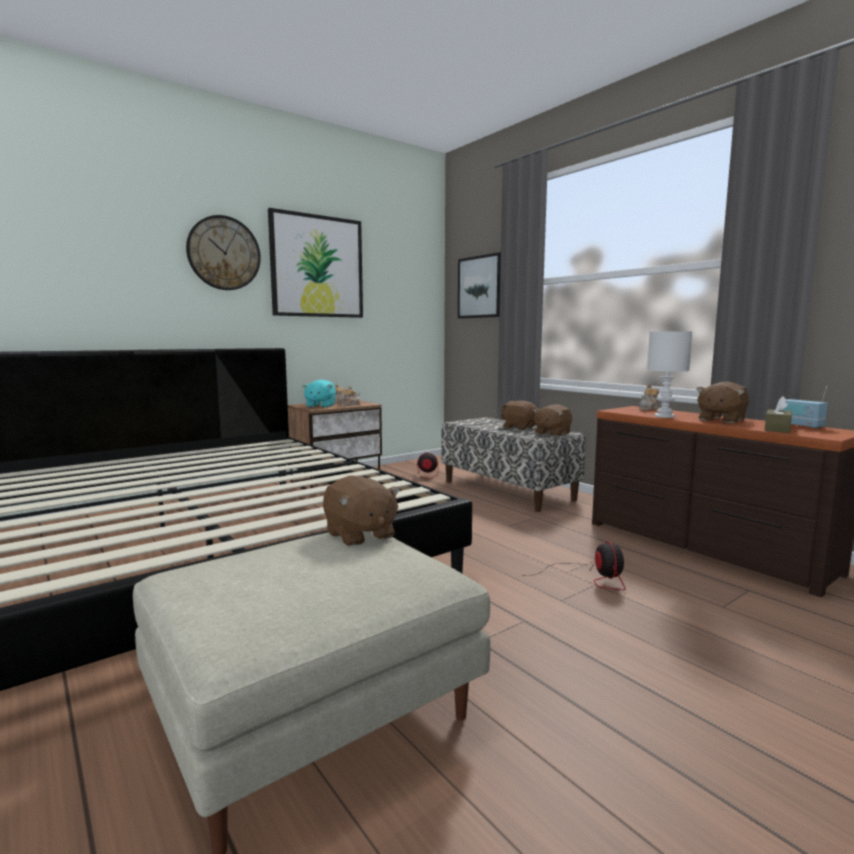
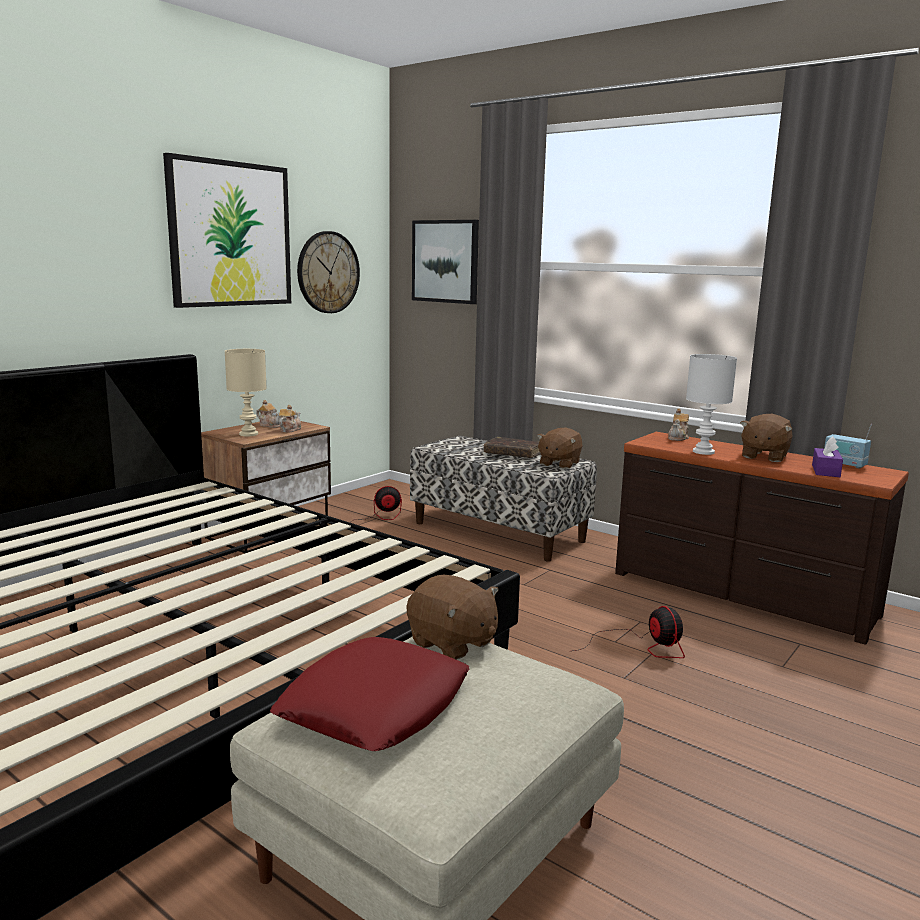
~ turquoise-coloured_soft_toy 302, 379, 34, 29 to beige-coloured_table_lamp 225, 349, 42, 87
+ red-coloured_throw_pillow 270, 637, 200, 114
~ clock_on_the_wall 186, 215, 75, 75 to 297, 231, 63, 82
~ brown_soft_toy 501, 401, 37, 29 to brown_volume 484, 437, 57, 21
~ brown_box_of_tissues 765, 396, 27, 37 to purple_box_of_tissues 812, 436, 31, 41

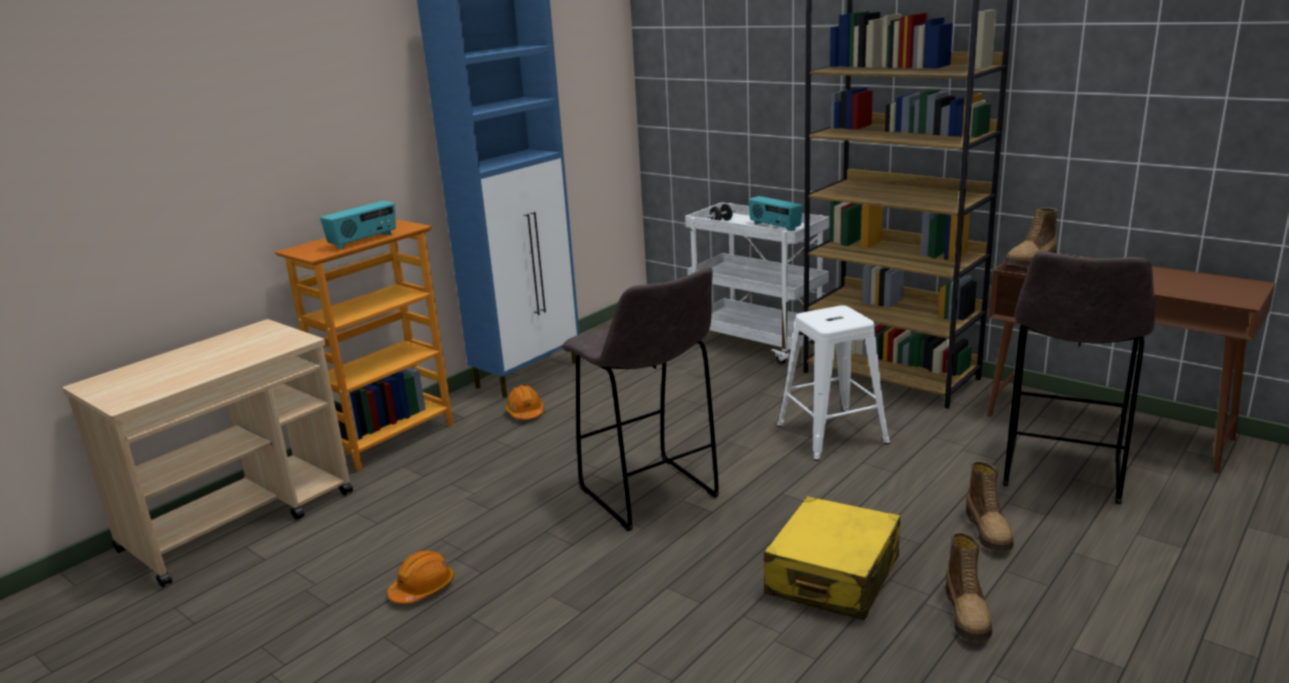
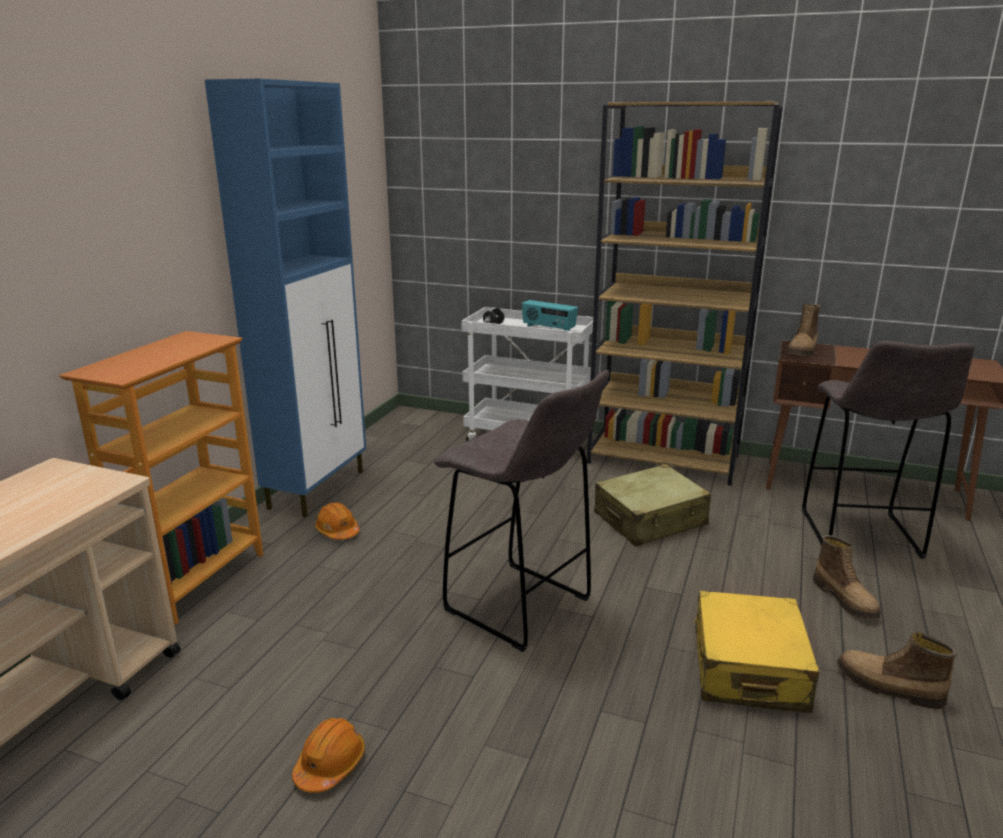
~ whitish_stool_seat 777, 305, 113, 156 to beige-coloured_travel_case 594, 464, 117, 82
~ boot 945, 531, 47, 111 = 837, 632, 119, 77 135 degrees clockwise
- radio 320, 201, 76, 48

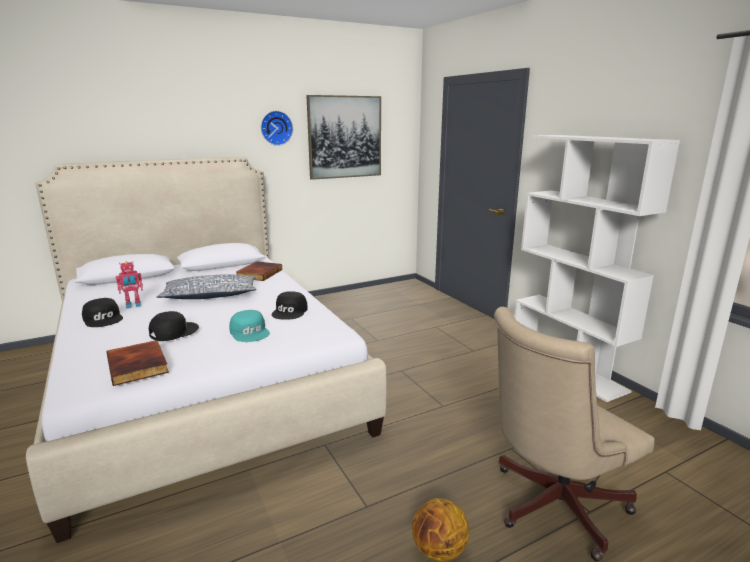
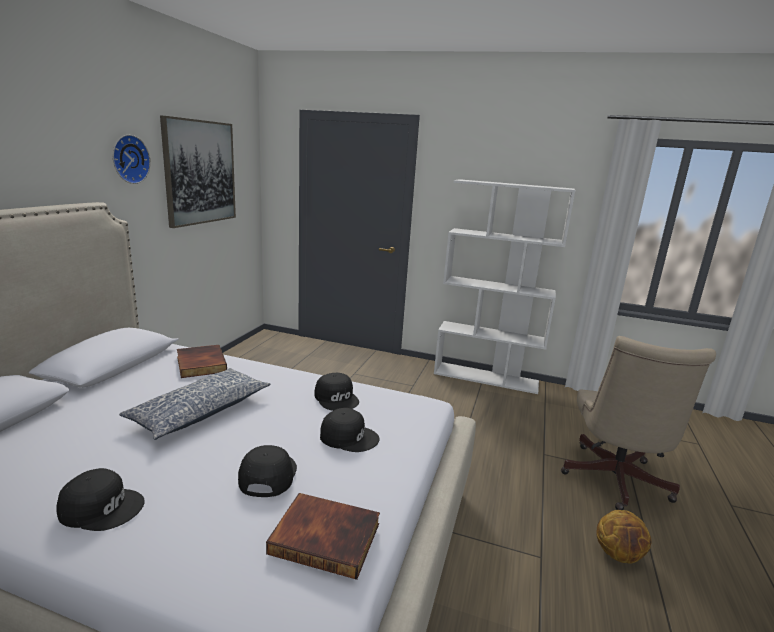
~ turquoise-coloured_baseball_cap 229, 310, 41, 32 to black_baseball_cap 320, 408, 60, 44
- robot_figure 116, 261, 27, 48

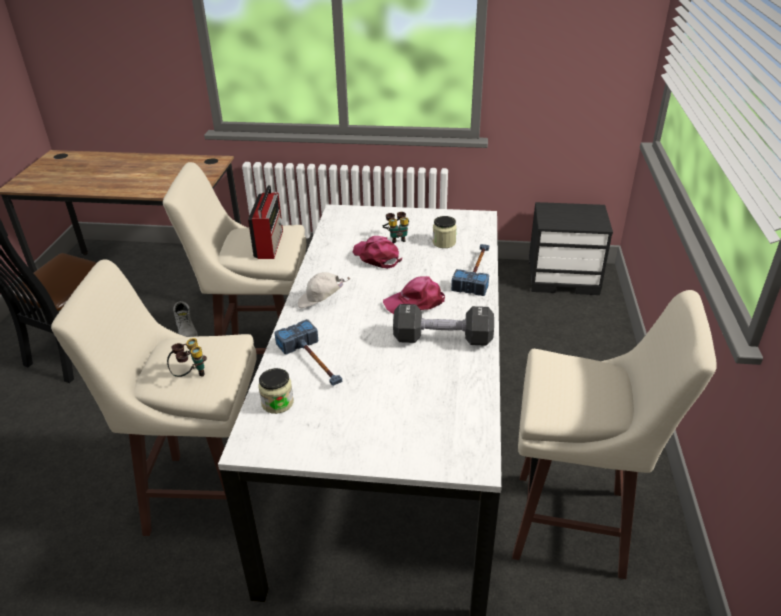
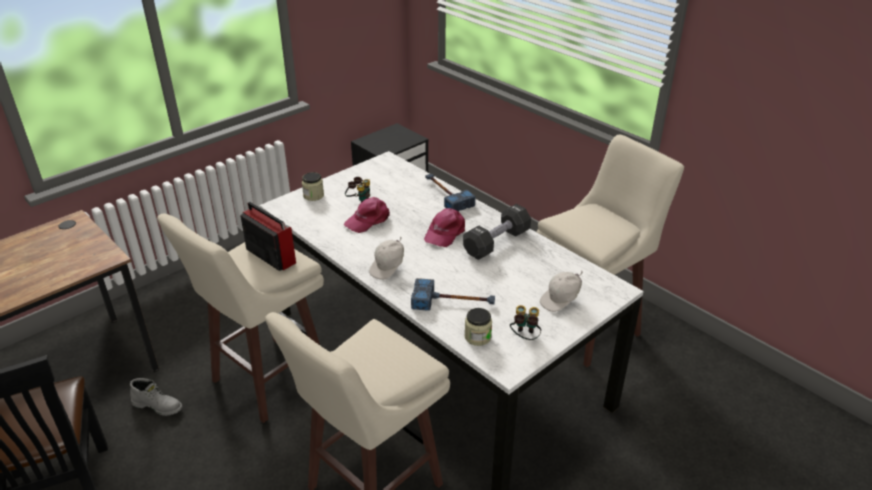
~ jar 433, 216, 24, 32 to 302, 172, 22, 29
~ pinkish_baseball_cap 353, 236, 50, 33 = 343, 197, 47, 36 45 degrees counterclockwise
~ field_glasses 167, 338, 40, 39 to 510, 305, 31, 35
+ whitish_baseball_cap 540, 271, 43, 41

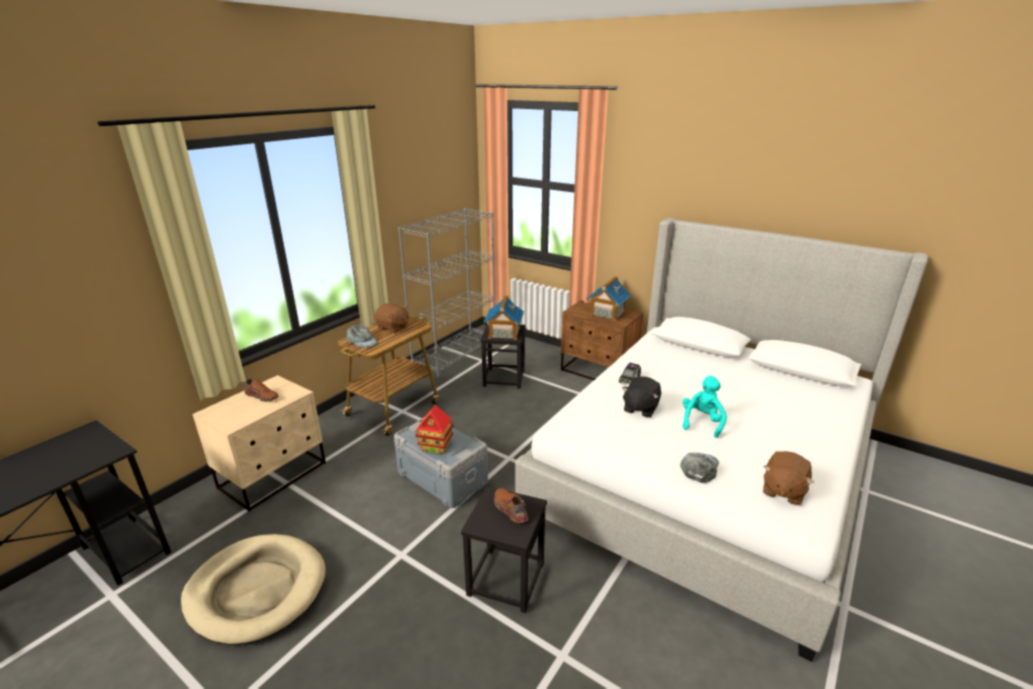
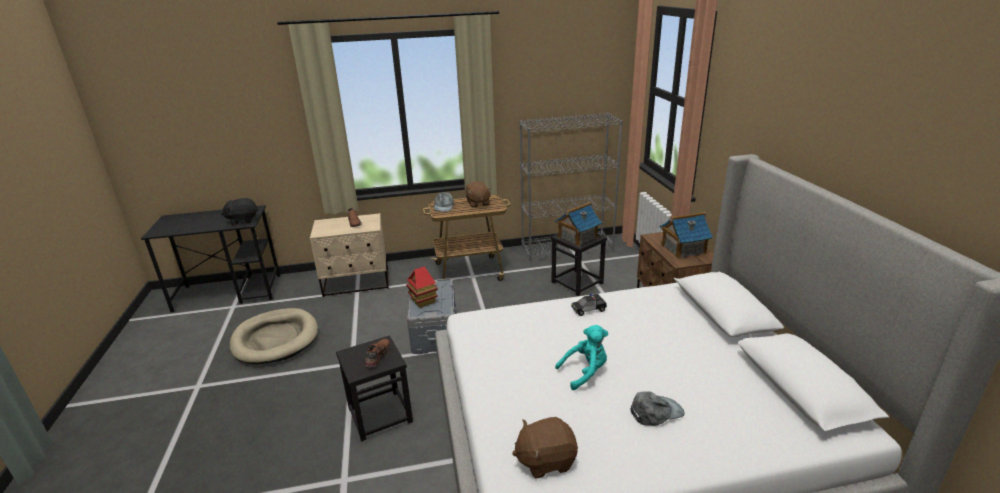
~ black_soft_toy 622, 377, 39, 41 to 221, 198, 37, 27
~ greyish_baseball_cap 680, 453, 39, 30 to 630, 391, 55, 35

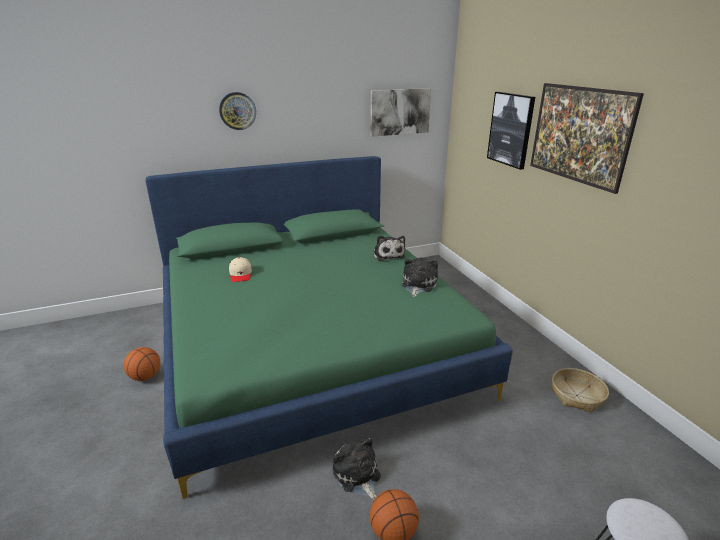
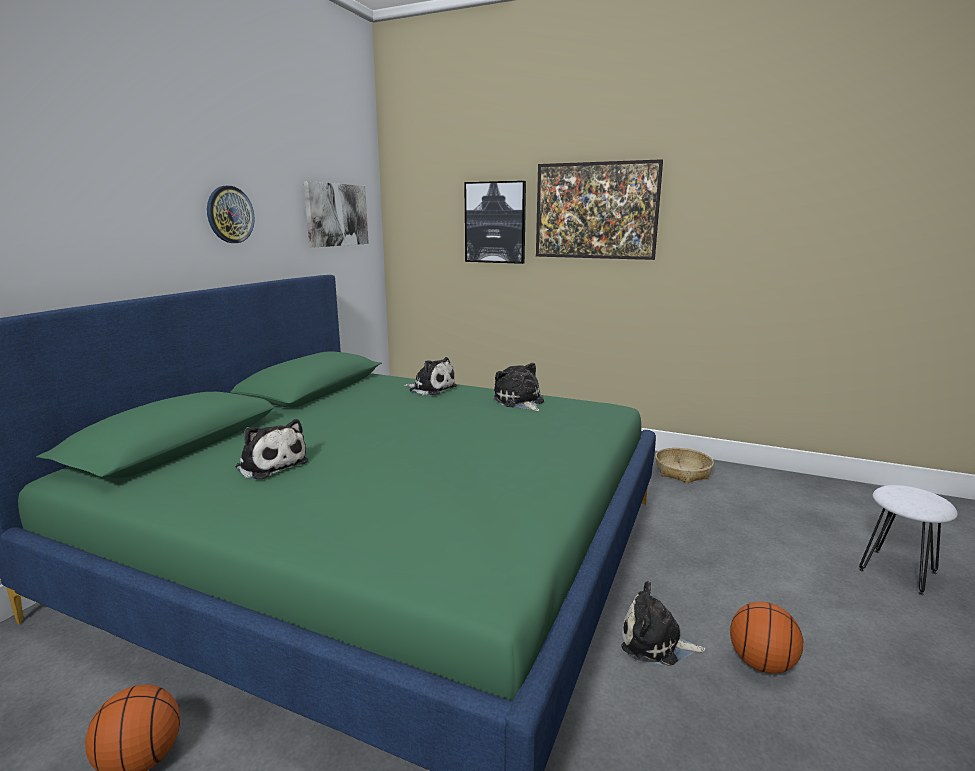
~ clock_on_the_wall 219, 92, 37, 38 to 207, 186, 48, 57
~ beige-coloured_baseball_cap 229, 257, 23, 25 to soft_toy 235, 419, 73, 61

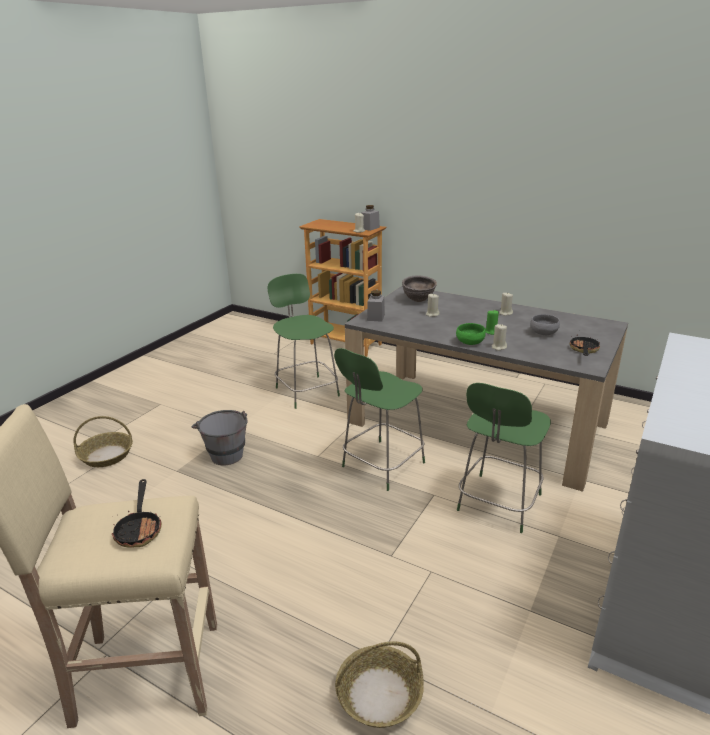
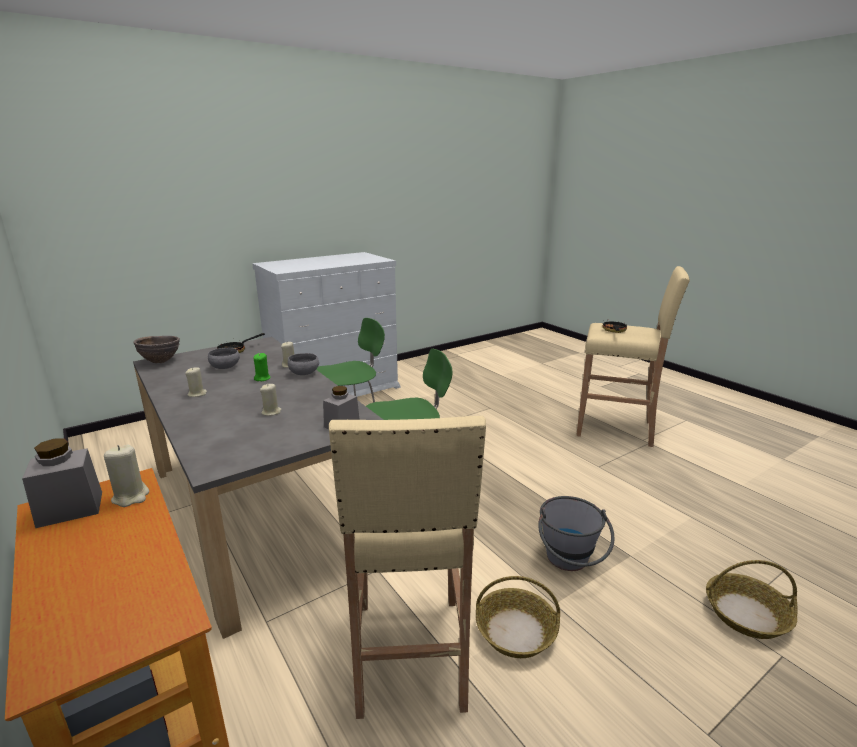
~ brown_deep_dish 402, 276, 35, 26 to 134, 336, 46, 27
~ greenish_deep_dish 456, 323, 30, 22 to greyish_deep_dish 288, 353, 31, 22
~ greenish_plain_chair 268, 274, 72, 135 to beige-coloured_stool_seat 329, 416, 157, 303
~ storage_basket 335, 641, 89, 87 to 476, 576, 84, 82

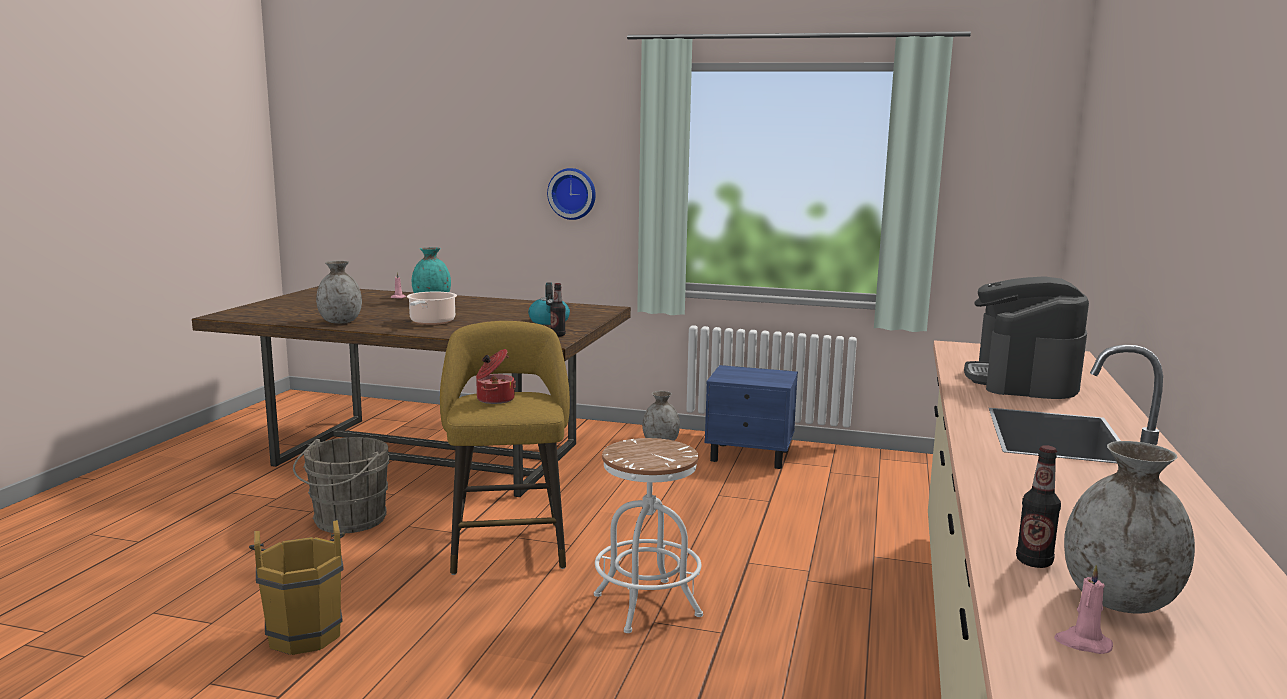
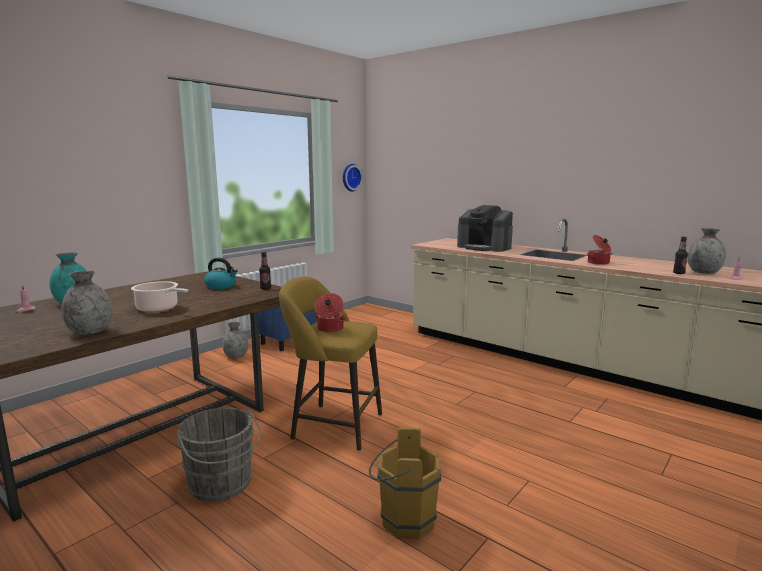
~ clock_on_the_wall 547, 168, 49, 52 to 343, 164, 20, 28
+ stockpot 586, 235, 27, 30
- whitish_stool_seat 594, 438, 109, 195

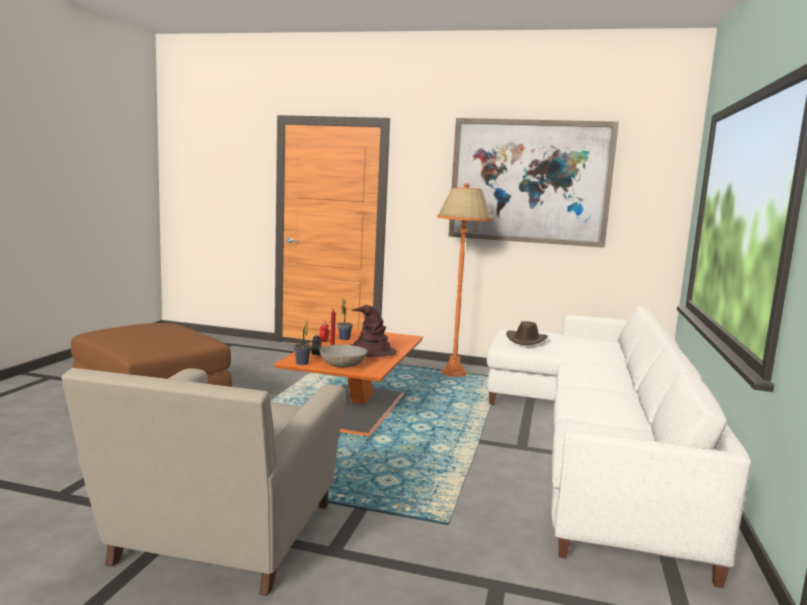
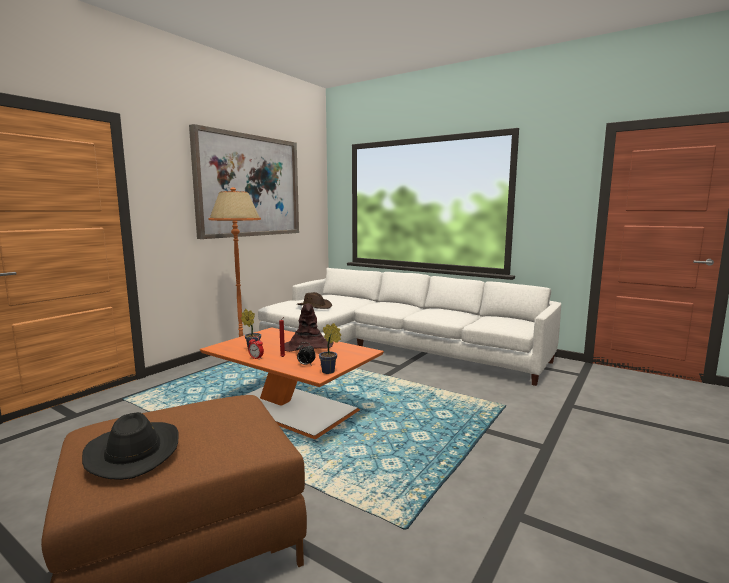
+ black_wearable_hat 82, 412, 97, 68
- beige-coloured_armchair 62, 368, 283, 228
- greyish_deep_dish 320, 345, 47, 22

